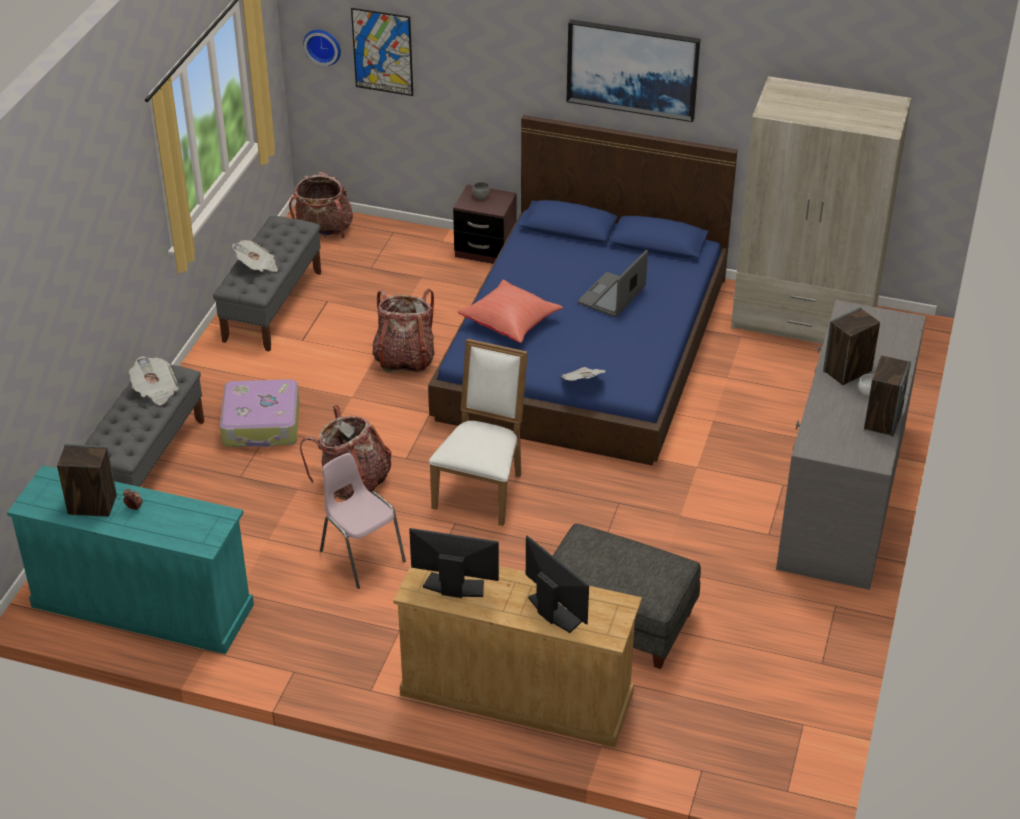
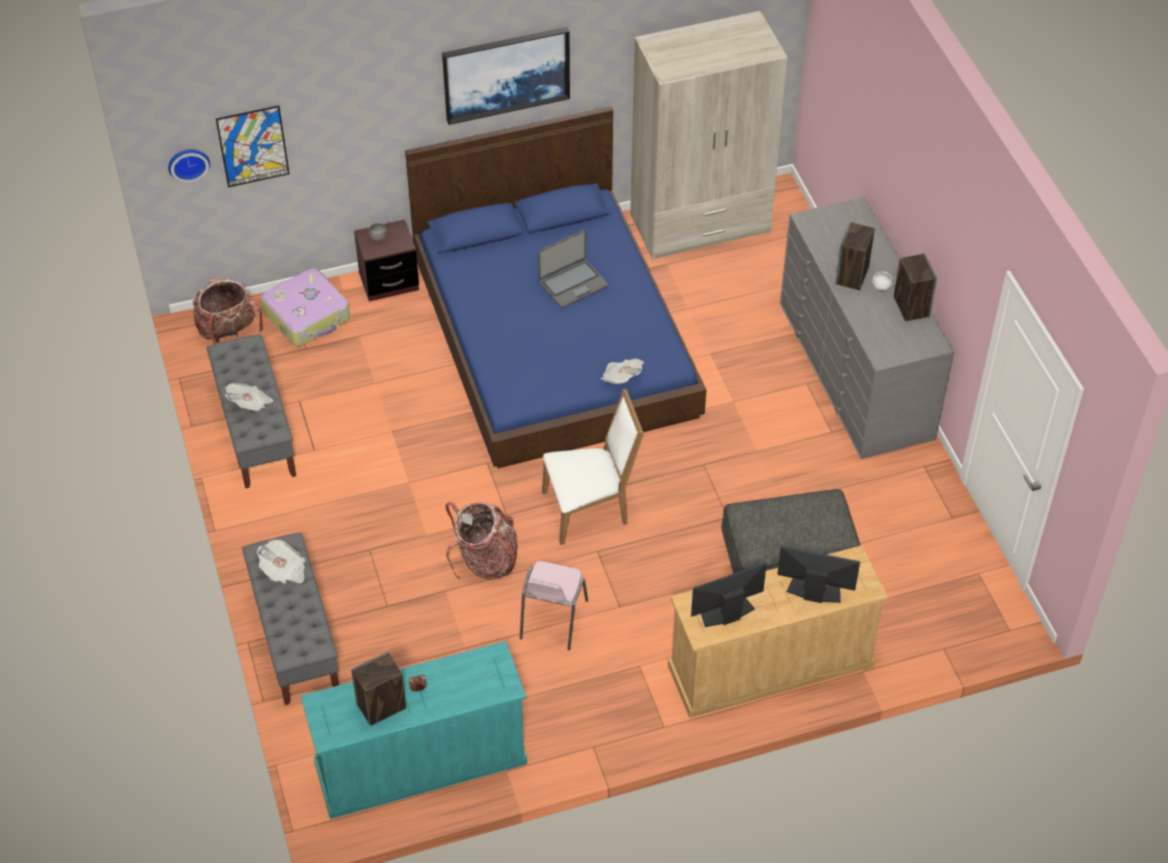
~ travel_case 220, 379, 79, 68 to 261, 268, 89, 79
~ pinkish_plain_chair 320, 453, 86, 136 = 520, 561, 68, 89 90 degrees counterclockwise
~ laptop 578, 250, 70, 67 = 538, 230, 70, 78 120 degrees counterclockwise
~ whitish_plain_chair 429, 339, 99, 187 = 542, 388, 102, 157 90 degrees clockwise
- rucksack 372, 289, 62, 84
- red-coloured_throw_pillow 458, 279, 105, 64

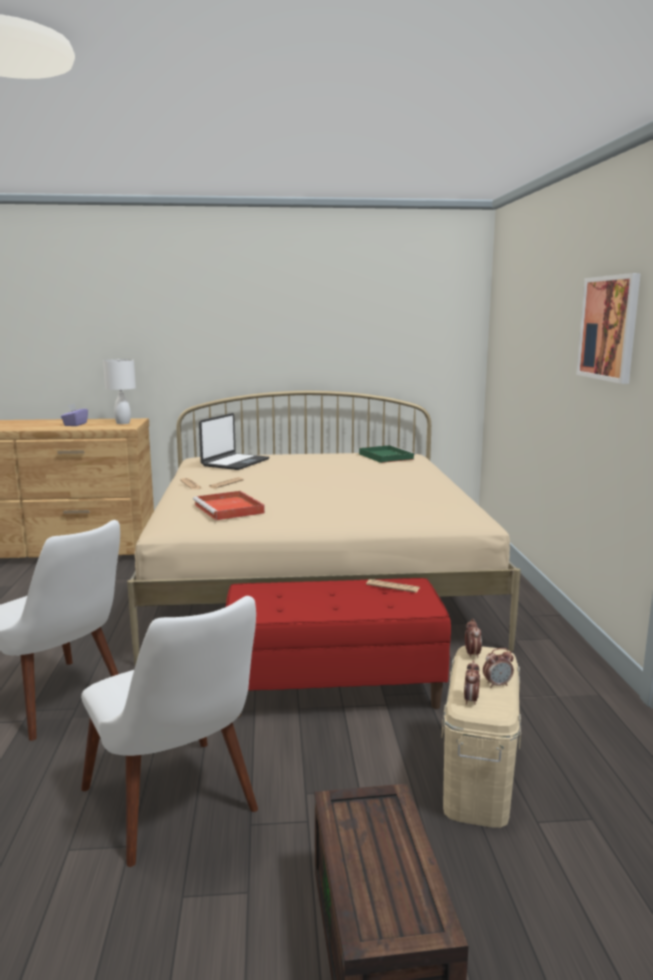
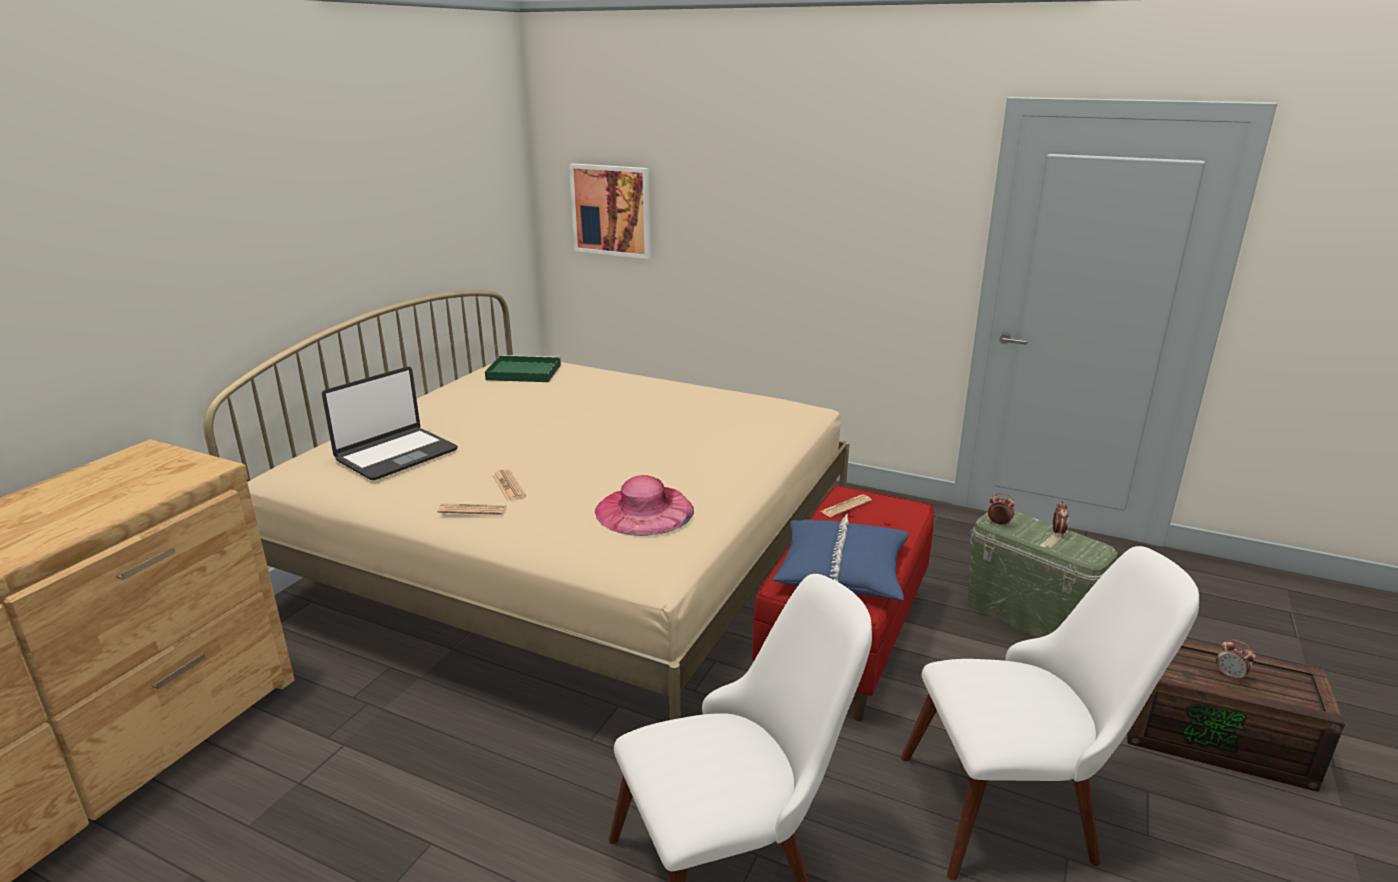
~ laptop 199, 413, 70, 57 = 322, 366, 136, 114 75 degrees clockwise
~ picture 576, 273, 65, 111 to 569, 164, 82, 95
~ red-coloured_serving_tray 193, 491, 72, 29 to pinkish_wearable_hat 595, 475, 99, 61
+ blue_throw_pillow 772, 514, 137, 86
~ beige-coloured_storage_bin 441, 646, 80, 182 to greenish_storage_bin 967, 511, 151, 127
~ table_clock 464, 660, 16, 45 to 1216, 640, 39, 42
- purple_box_of_tissues 61, 404, 27, 22
- whitish_table_lamp 103, 359, 33, 65

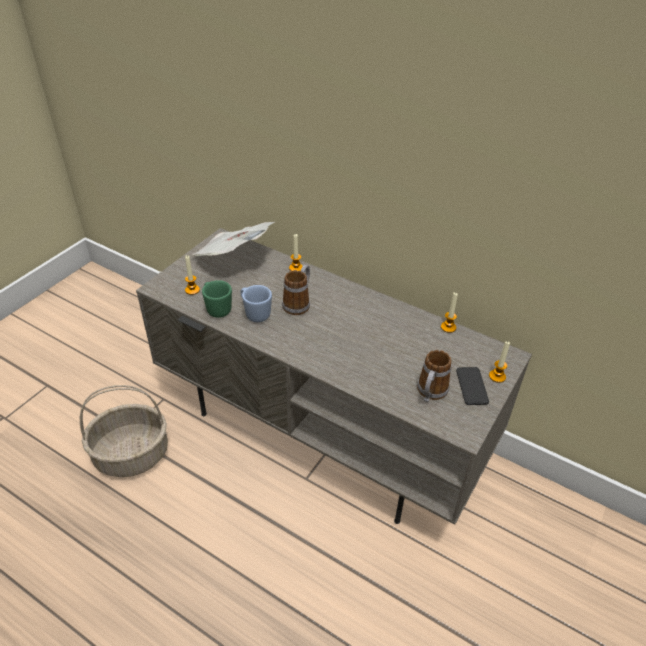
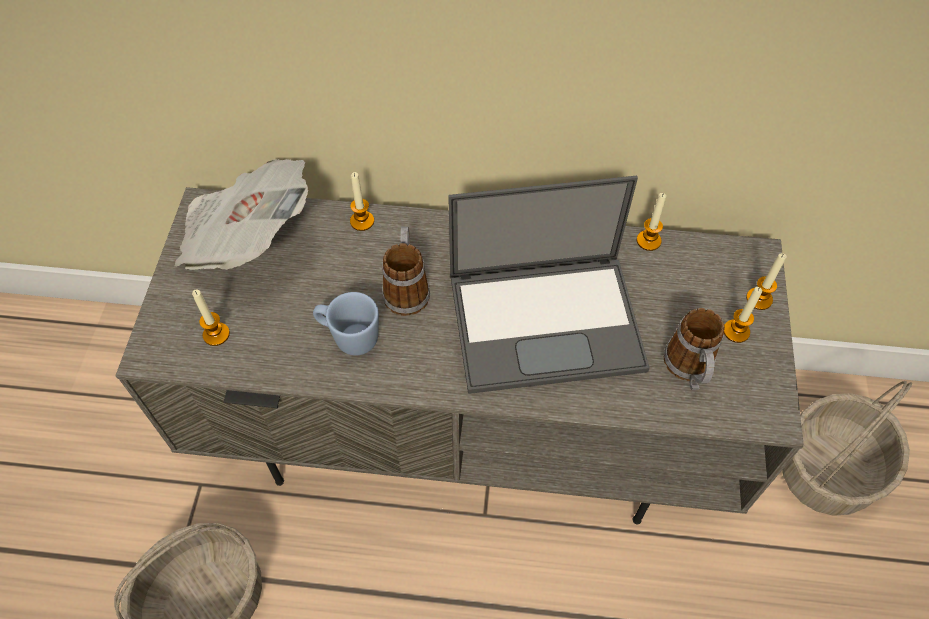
+ laptop 448, 176, 202, 218
~ phone 456, 367, 33, 38 to candle 724, 287, 38, 56
+ storage_basket 782, 381, 130, 135
- greenish_tea_mug 202, 280, 30, 38

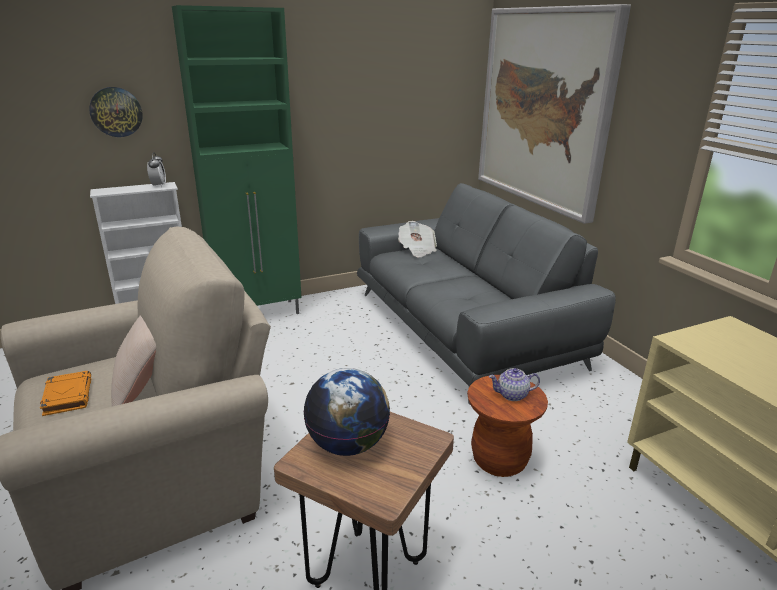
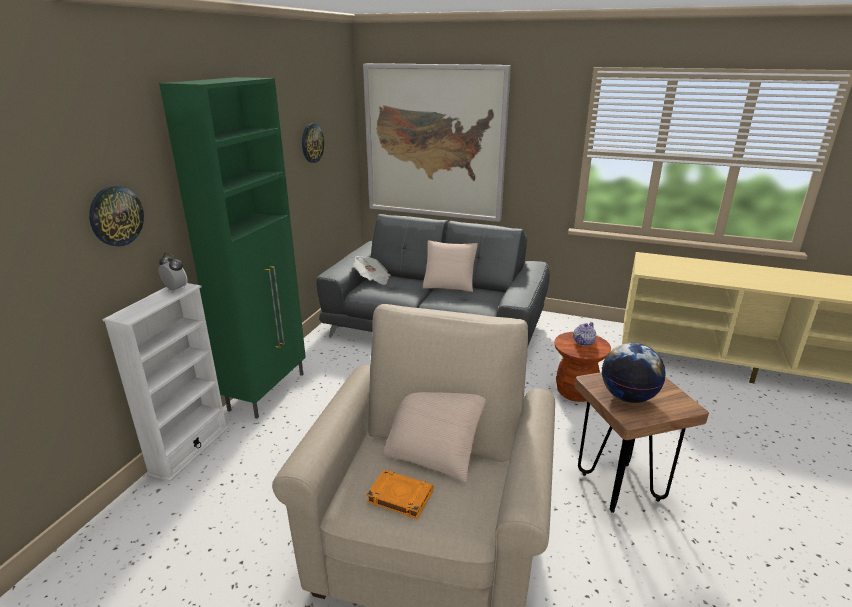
+ clock_on_the_wall 302, 123, 22, 40
+ beige-coloured_throw_pillow 423, 240, 55, 52

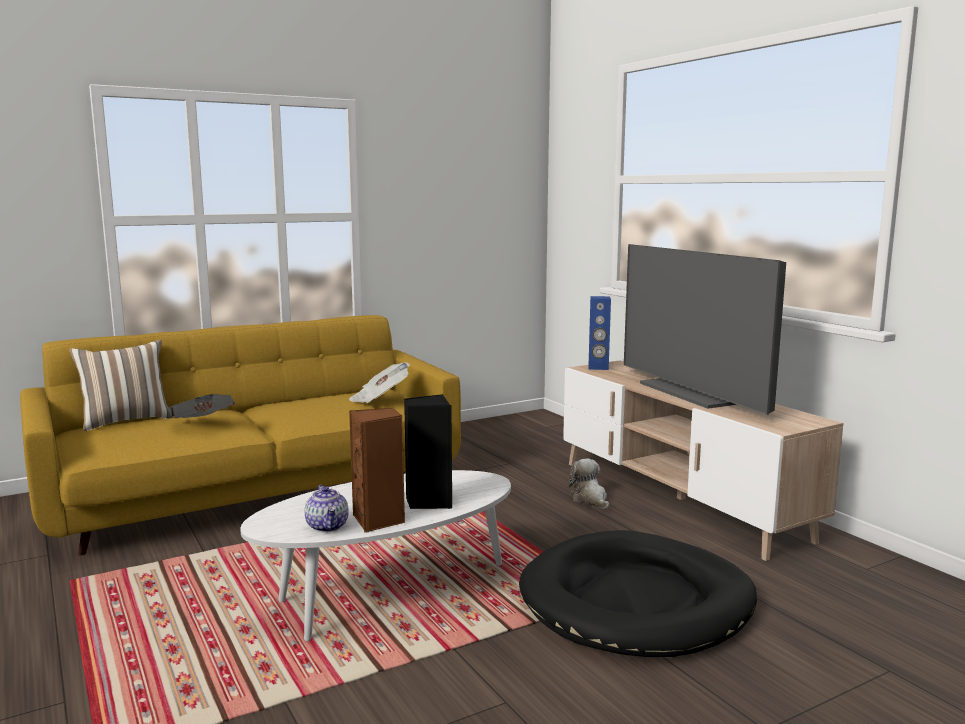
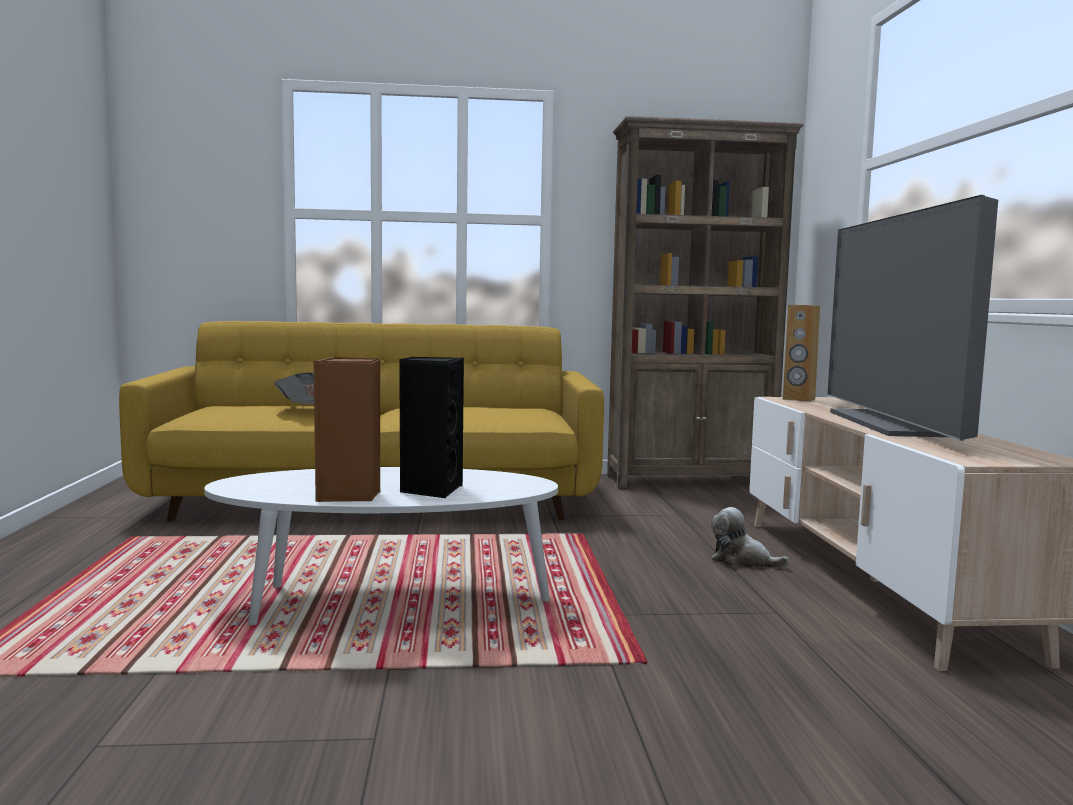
+ brown_bookcase 607, 116, 197, 373
~ soft_toy 569, 459, 41, 50 = 711, 507, 78, 61 60 degrees counterclockwise
~ blue_speaker 589, 296, 22, 74 to brown_speaker 783, 305, 37, 97
- throw_pillow 69, 340, 104, 91
- pot_for_tea 304, 485, 45, 47
- daily_paper 349, 362, 61, 41
- black_dog_cushion 519, 530, 238, 127

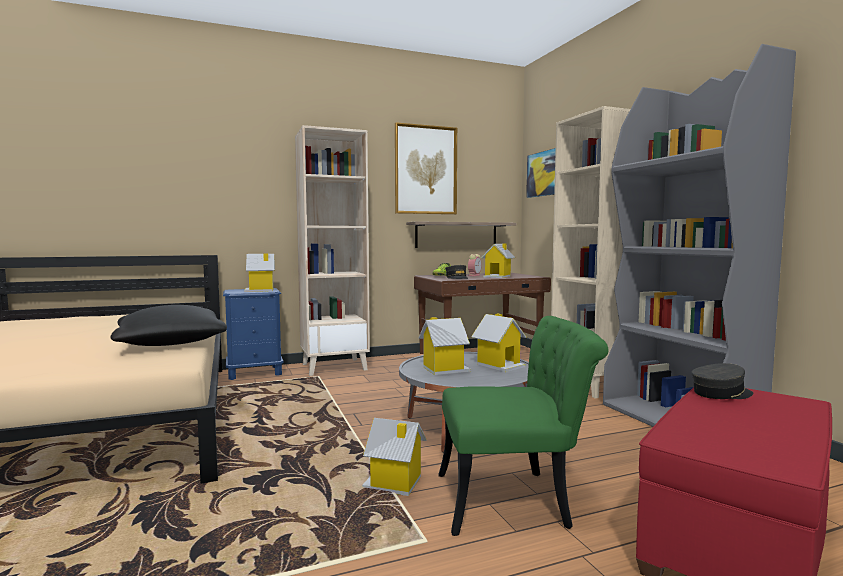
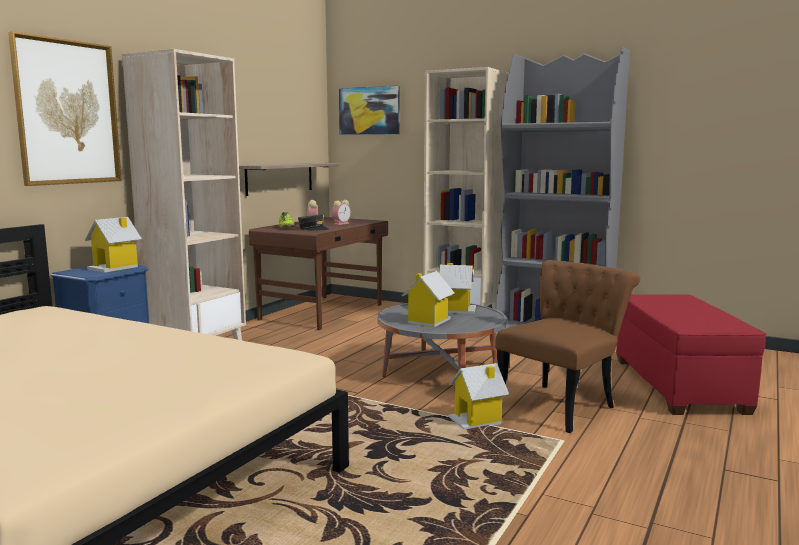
~ picture 395, 122, 62, 93 to 8, 31, 114, 155
~ model_house 481, 243, 34, 35 to table_clock 332, 200, 19, 25
~ greenish_plain_chair 438, 316, 171, 220 to brown_plain_chair 495, 260, 146, 173
- black_throw_pillow 111, 305, 116, 41
- greyish_baseball_cap 691, 363, 62, 36

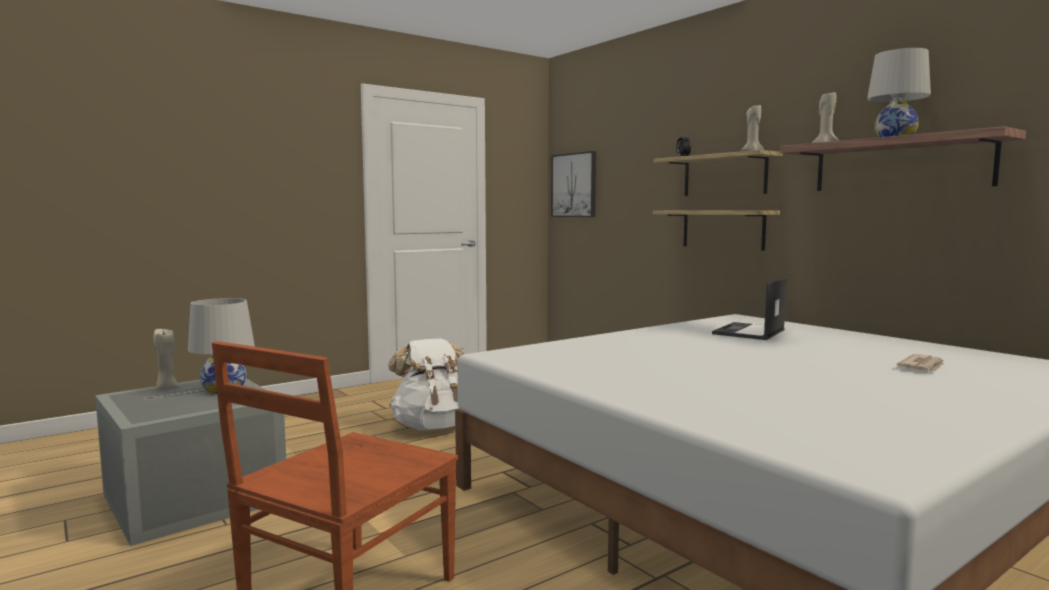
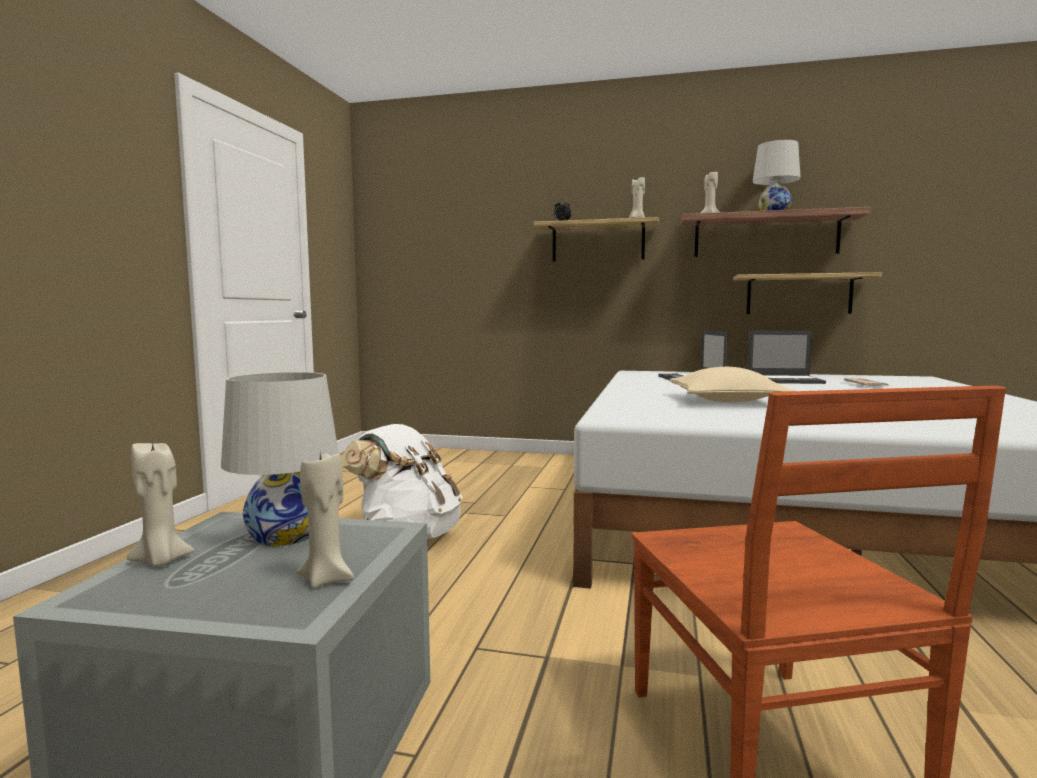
+ beige-coloured_candle 296, 452, 58, 137
+ beige-coloured_throw_pillow 670, 367, 125, 35
~ bracket_shelf 653, 211, 127, 40 to 733, 272, 149, 42
+ laptop 748, 330, 78, 54
- picture 551, 151, 45, 66

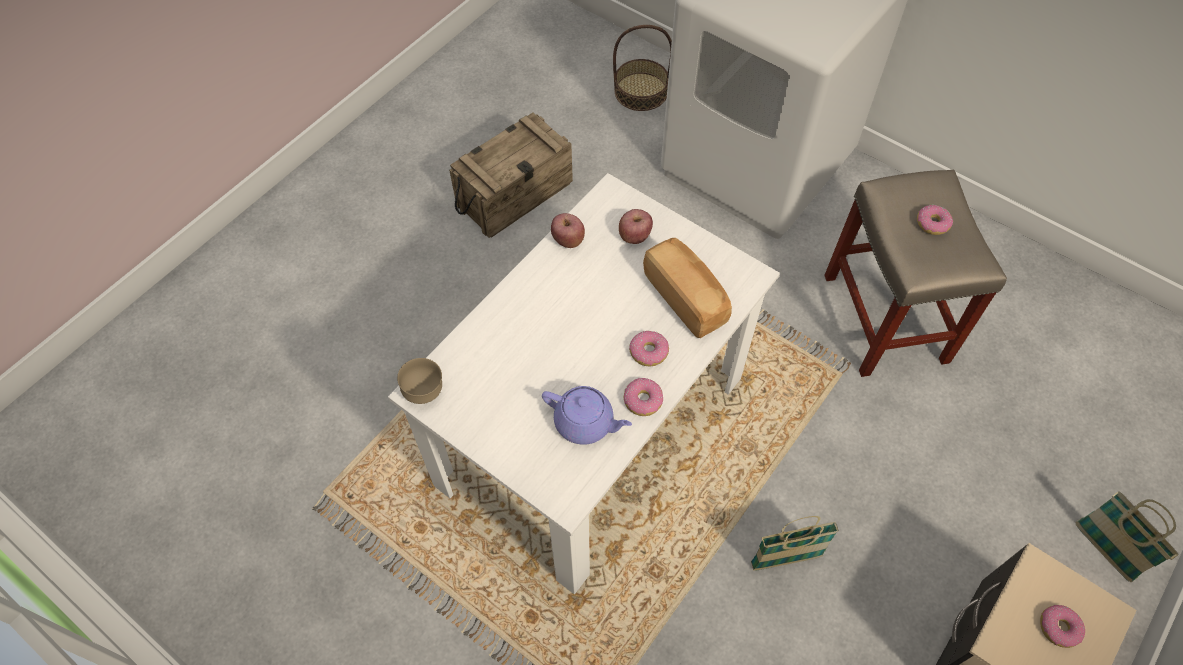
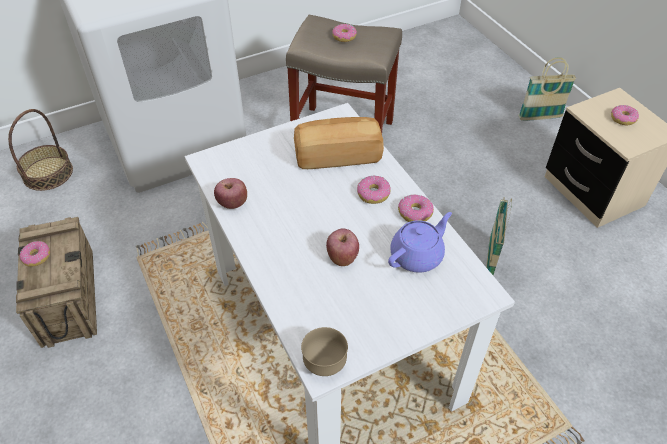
+ ring_doughnut 20, 241, 30, 26
~ apple_fruit 619, 209, 34, 35 to 326, 228, 33, 38

